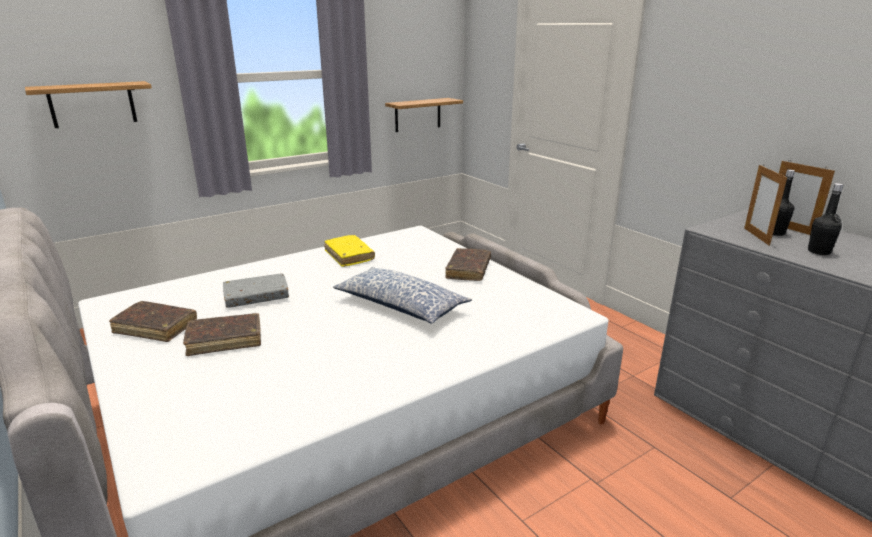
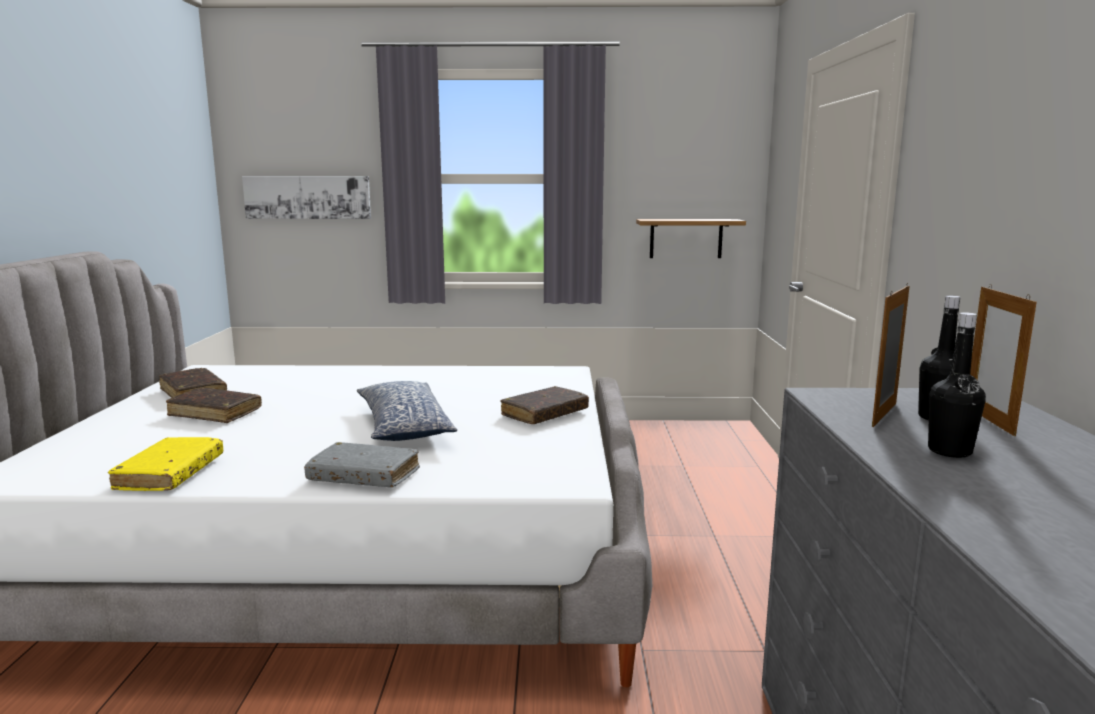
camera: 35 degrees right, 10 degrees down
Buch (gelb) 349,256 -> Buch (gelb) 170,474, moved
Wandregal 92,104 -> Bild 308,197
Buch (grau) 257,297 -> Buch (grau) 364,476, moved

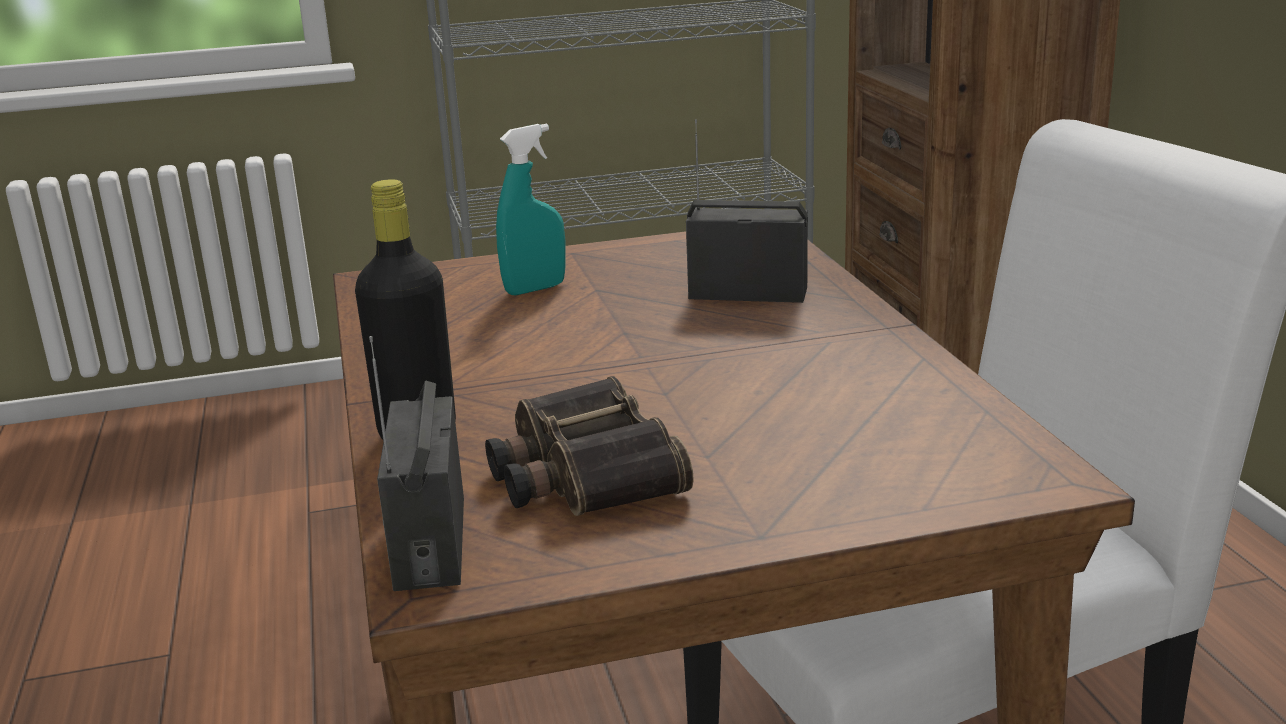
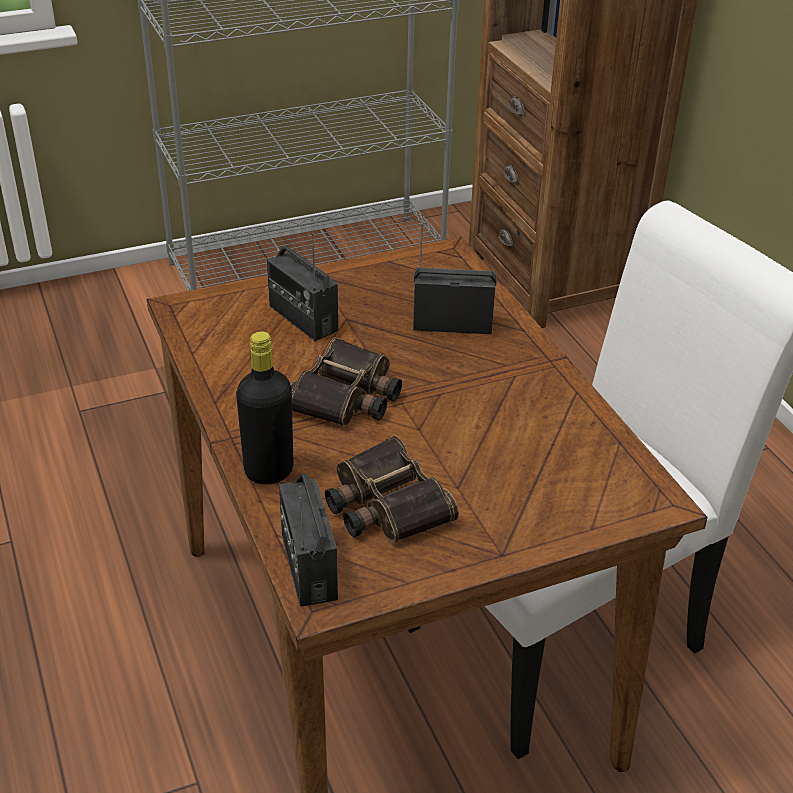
camera: 10 degrees left, 15 degrees up
Sprühflasche (türkis) 535,289 -> Radio 303,318
none -> Fernglas 347,396

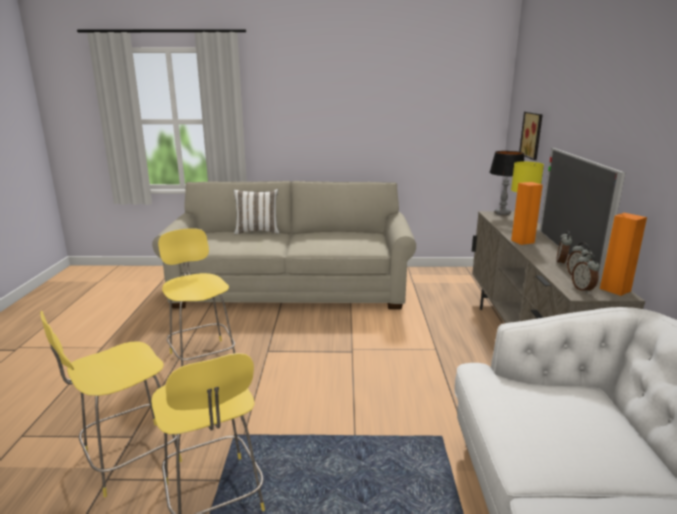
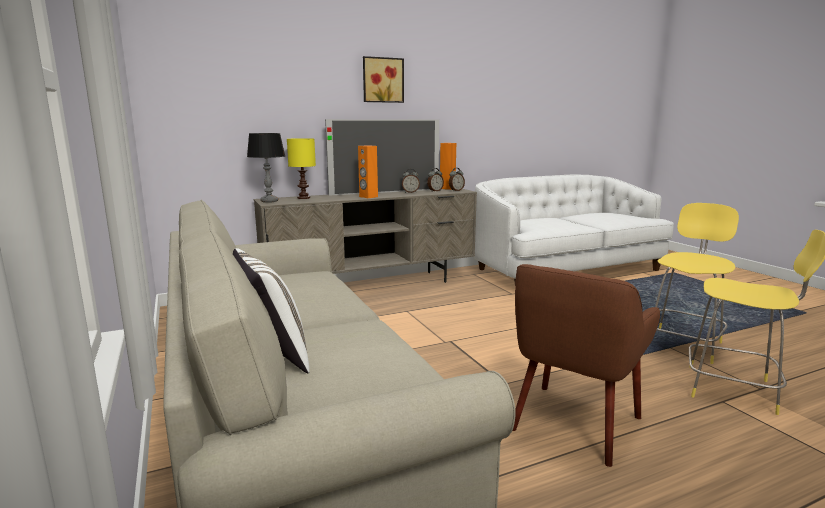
camera: 115 degrees left, 5 degrees down
Bild 533,135 -> Bild 382,80, moved
Hocker (gelb) 202,357 -> Sessel (braun) 573,423

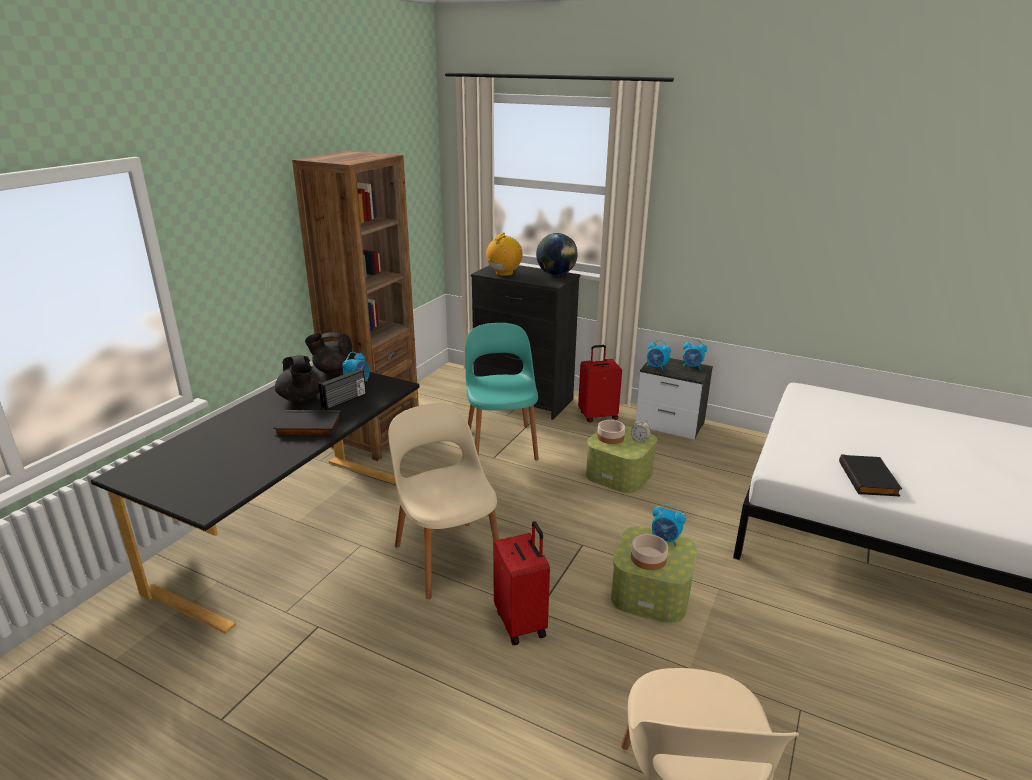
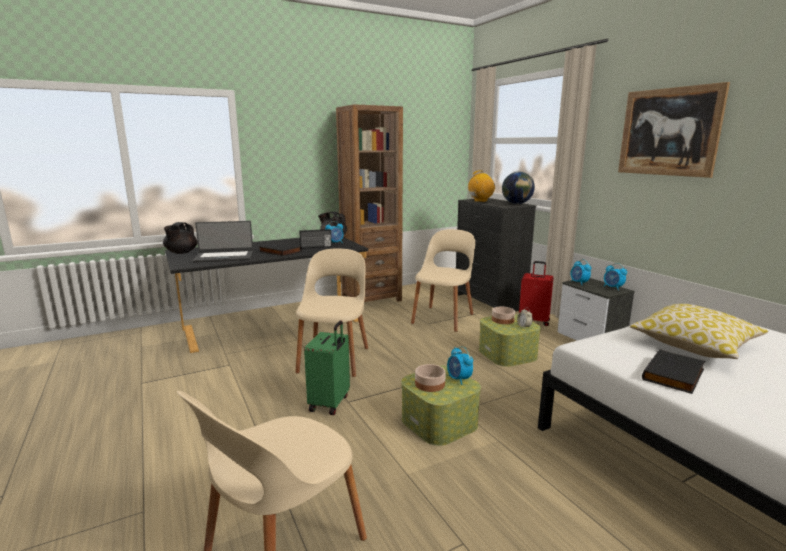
camera: 35 degrees right, 10 degrees down
Teekanne (schwarz) 301,399 -> Teekanne (schwarz) 181,252, moved
none -> Laptop 224,257
Koffer (rot) 522,623 -> Koffer (grün) 330,403
Stuhl (türkis) 501,443 -> Stuhl (beige) 443,318
none -> Bild 668,132
none -> Kissen 694,345

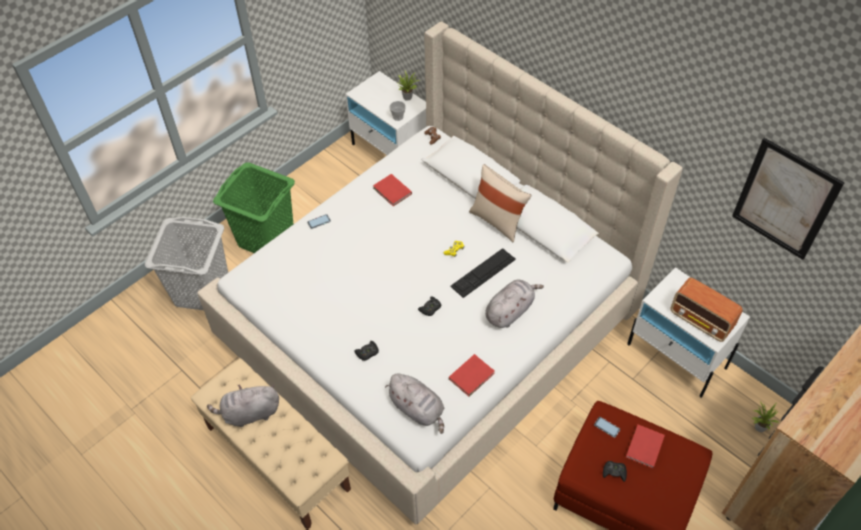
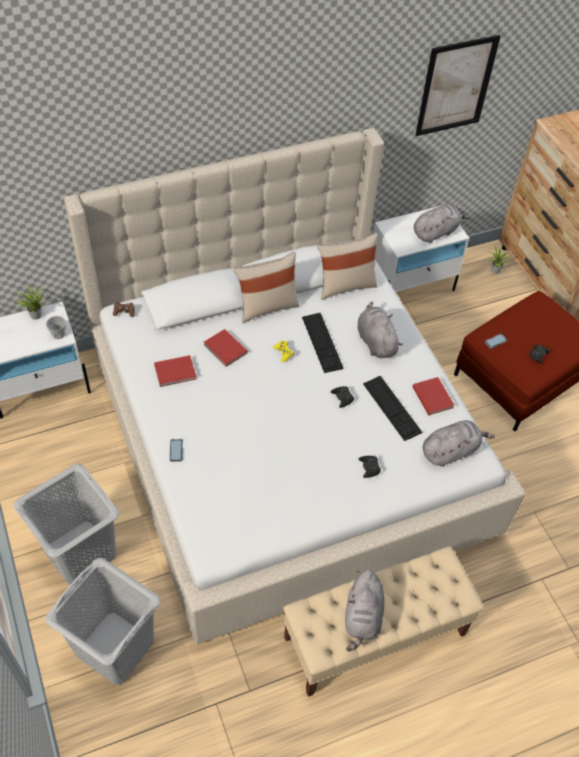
camera: 70 degrees left, 0 degrees up
Wäschekorb (grün) 266,238 -> Wäschekorb (grau) 79,552
Buch (rot) 643,447 -> Buch (rot) 225,350, moved
none -> Kissen (beige) 345,285
none -> Tastatur 392,408
Radio 701,321 -> Plüschtier (grau) 436,232

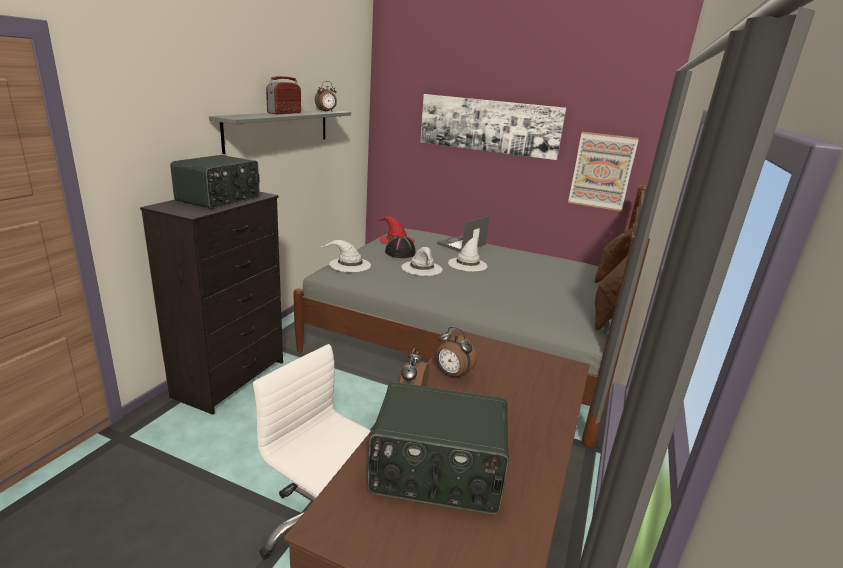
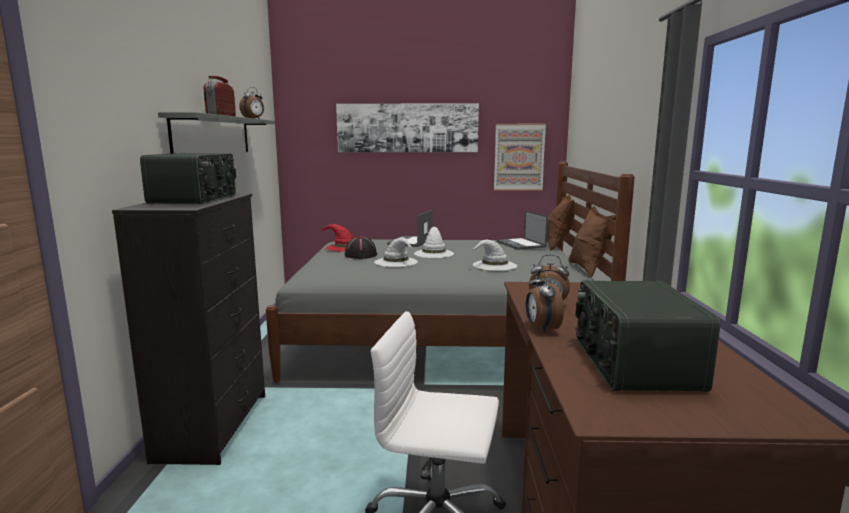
camera: 20 degrees left, 10 degrees down
Hut (weiß) 349,264 -> Hut (weiß) 494,265, moved
none -> Laptop 521,244
Radio 436,473 -> Radio 633,364, 105 degrees clockwise

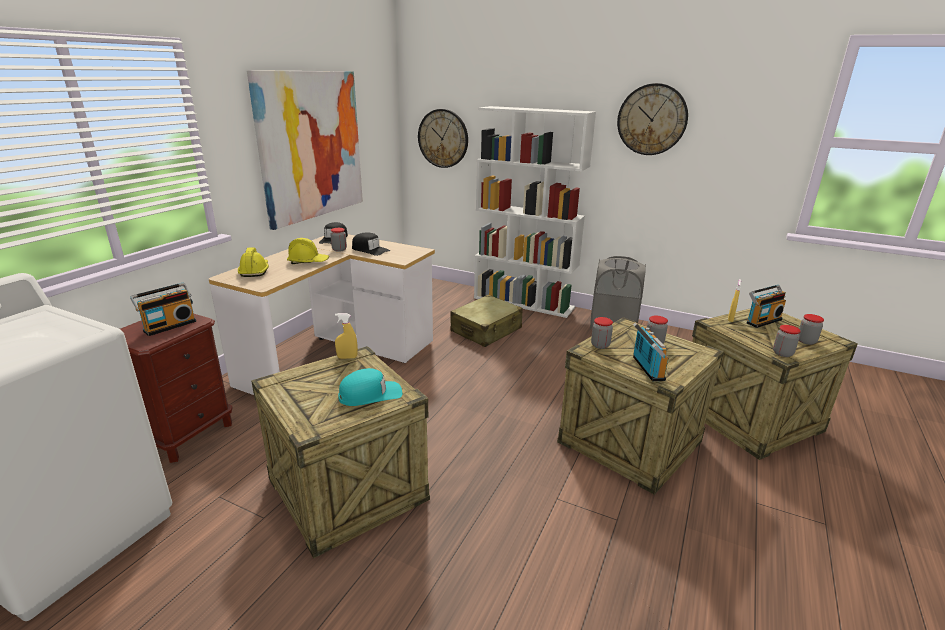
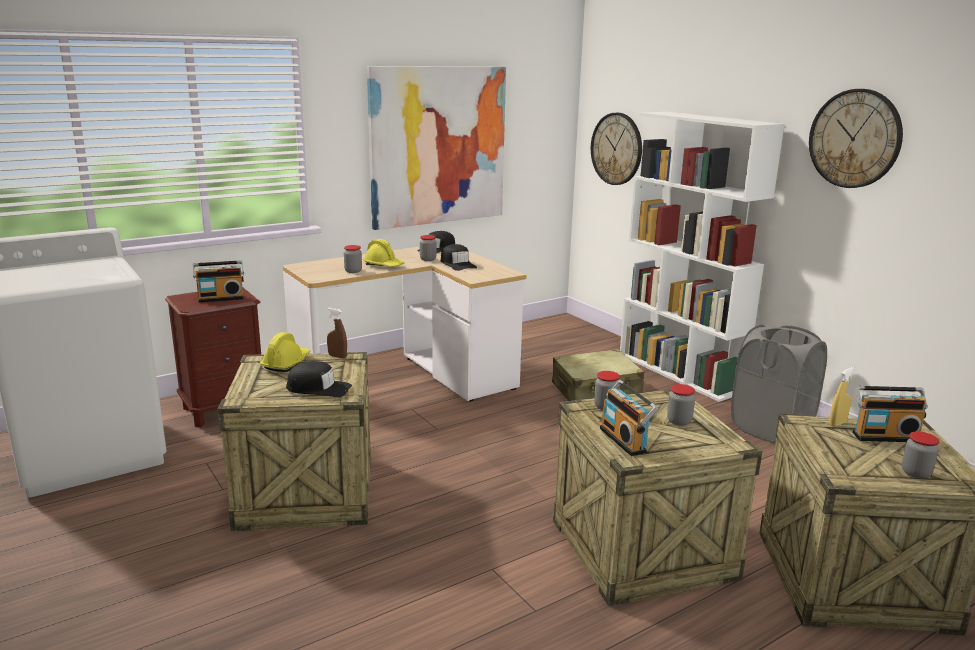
camera: 30 degrees right, 5 degrees down
Schutzhelm (gelb) 254,271 -> Schutzhelm (gelb) 286,363, moved
Kappe (türkis) 370,394 -> Kappe (schwarz) 319,388
Sprühflasche (gelb) 347,357 -> Sprühflasche (braun) 337,356
Vorratsglas 782,353 -> Vorratsglas 353,271, moved
Radio 646,368 -> Radio 625,440, 135 degrees clockwise

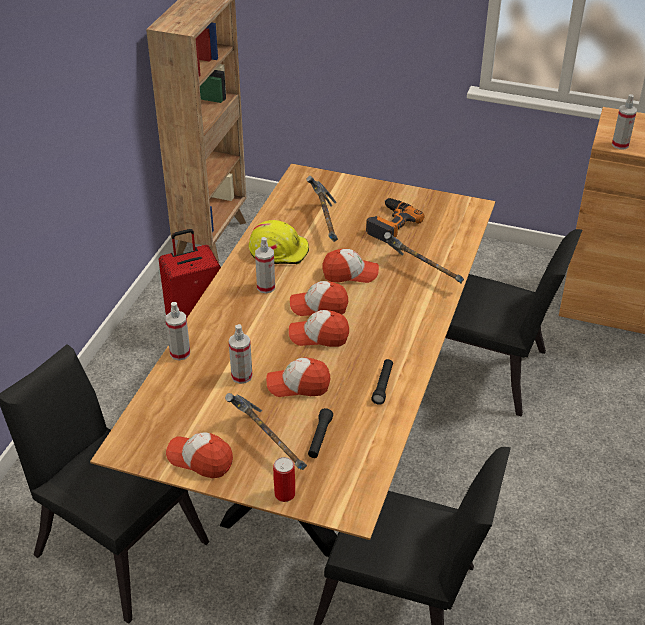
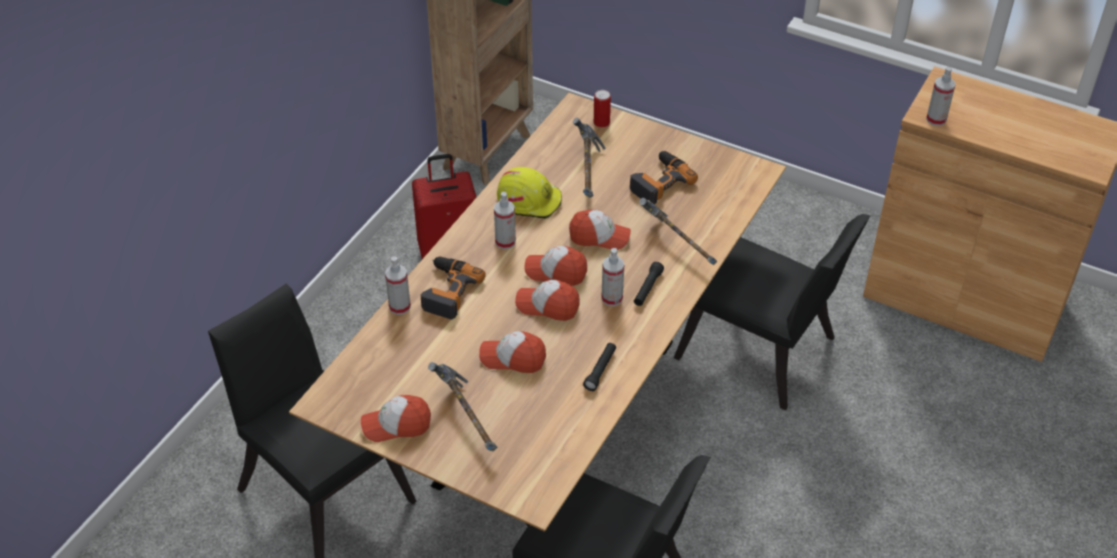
camera: 10 degrees right, 5 degrees up
Kappe 200,459 -> Kappe 396,425, 45 degrees counterclockwise
none -> Bohrmaschine 446,291
Dose 284,494 -> Dose 601,122, moved
Sprühflasche 242,376 -> Sprühflasche 612,298, moved
Taschenlampe (schwarz) 319,438 -> Taschenlampe (schwarz) 647,288, moved

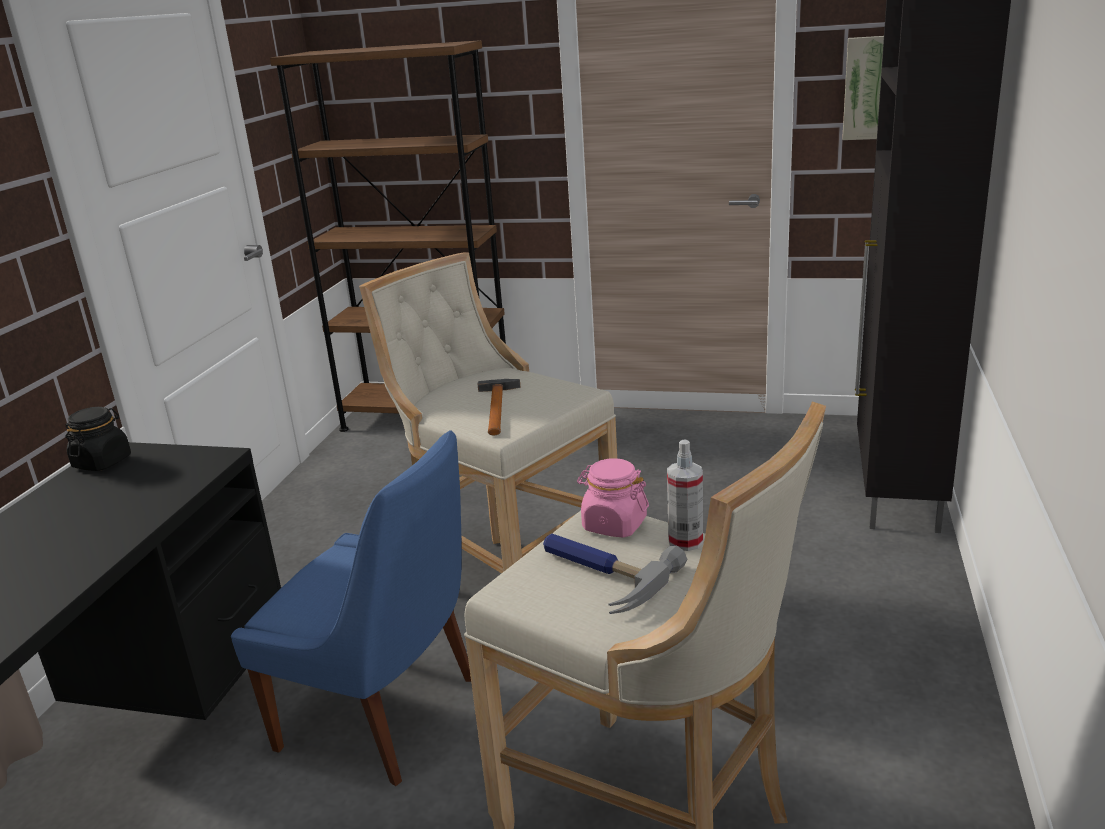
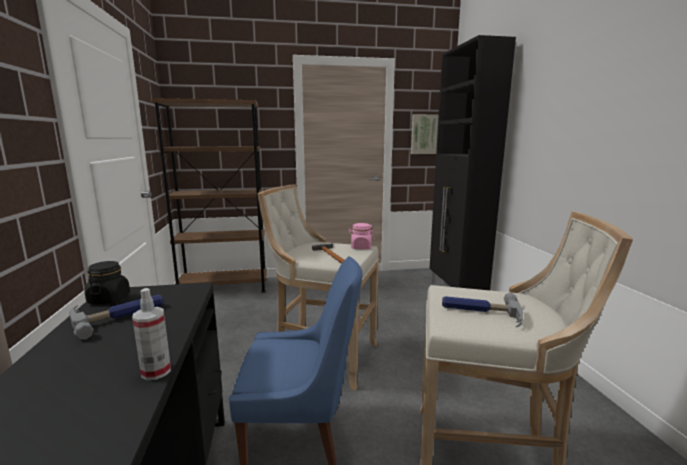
camera: 25 degrees left, 10 degrees down
none -> Hammer 119,316
Sprühflasche 685,541 -> Sprühflasche 156,371, moved
Vorratsglas (rosa) 614,524 -> Vorratsglas (rosa) 361,247, moved

